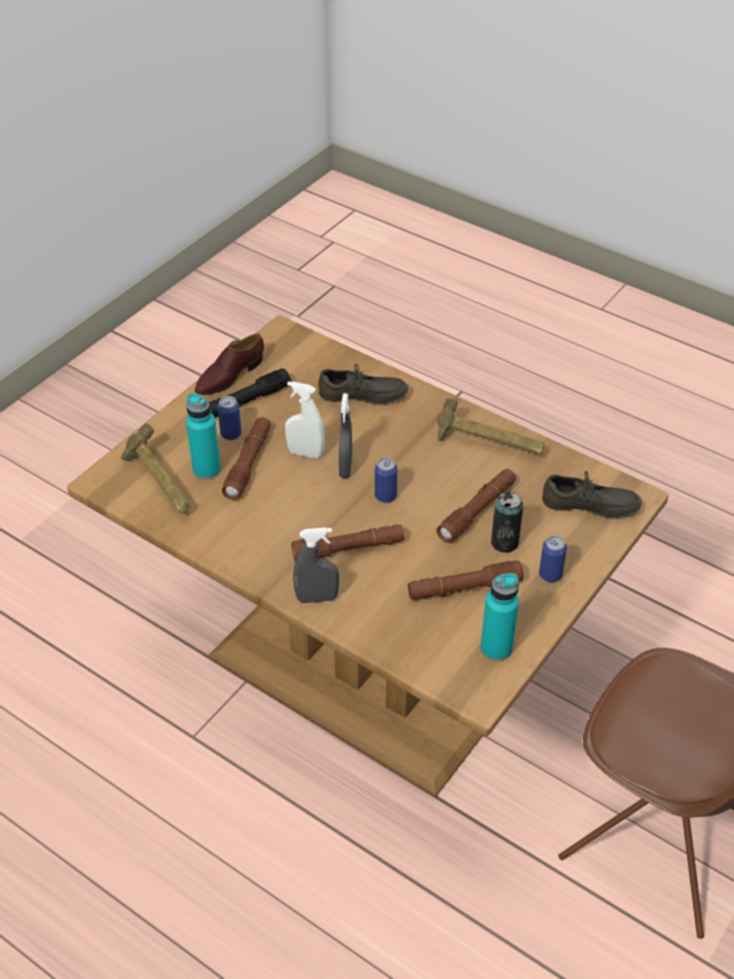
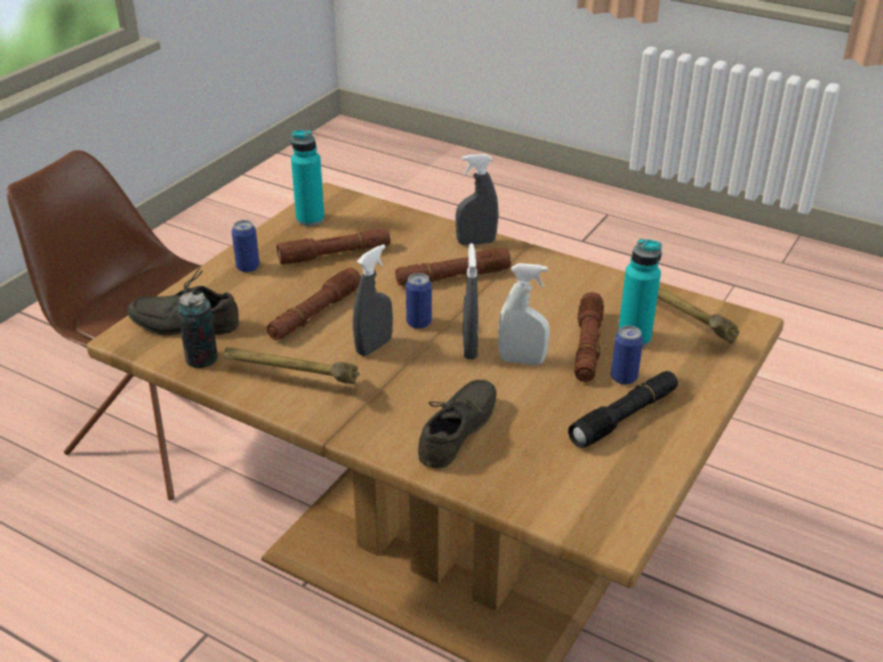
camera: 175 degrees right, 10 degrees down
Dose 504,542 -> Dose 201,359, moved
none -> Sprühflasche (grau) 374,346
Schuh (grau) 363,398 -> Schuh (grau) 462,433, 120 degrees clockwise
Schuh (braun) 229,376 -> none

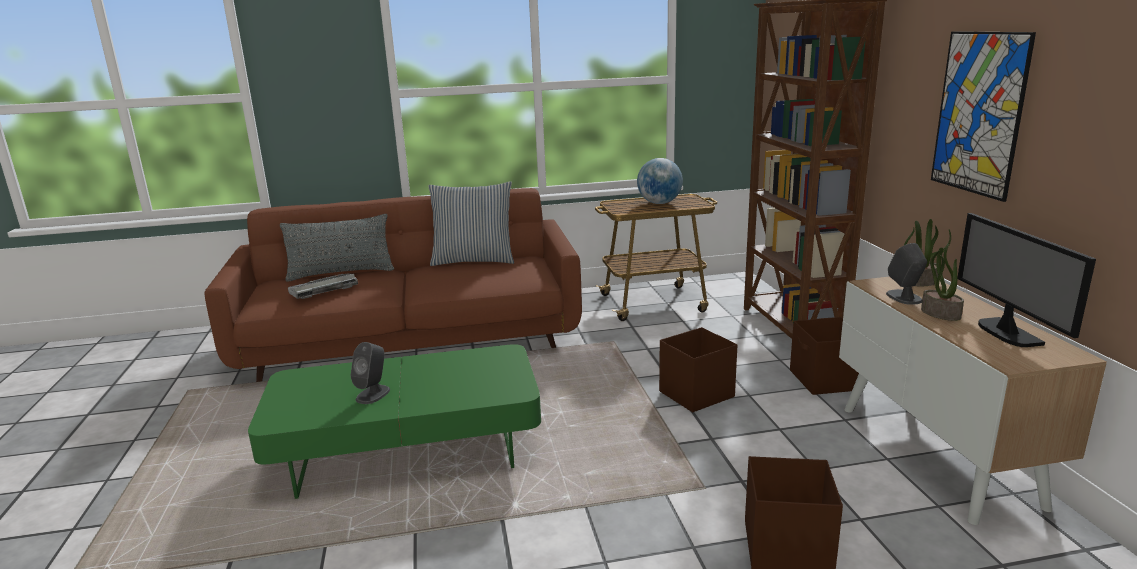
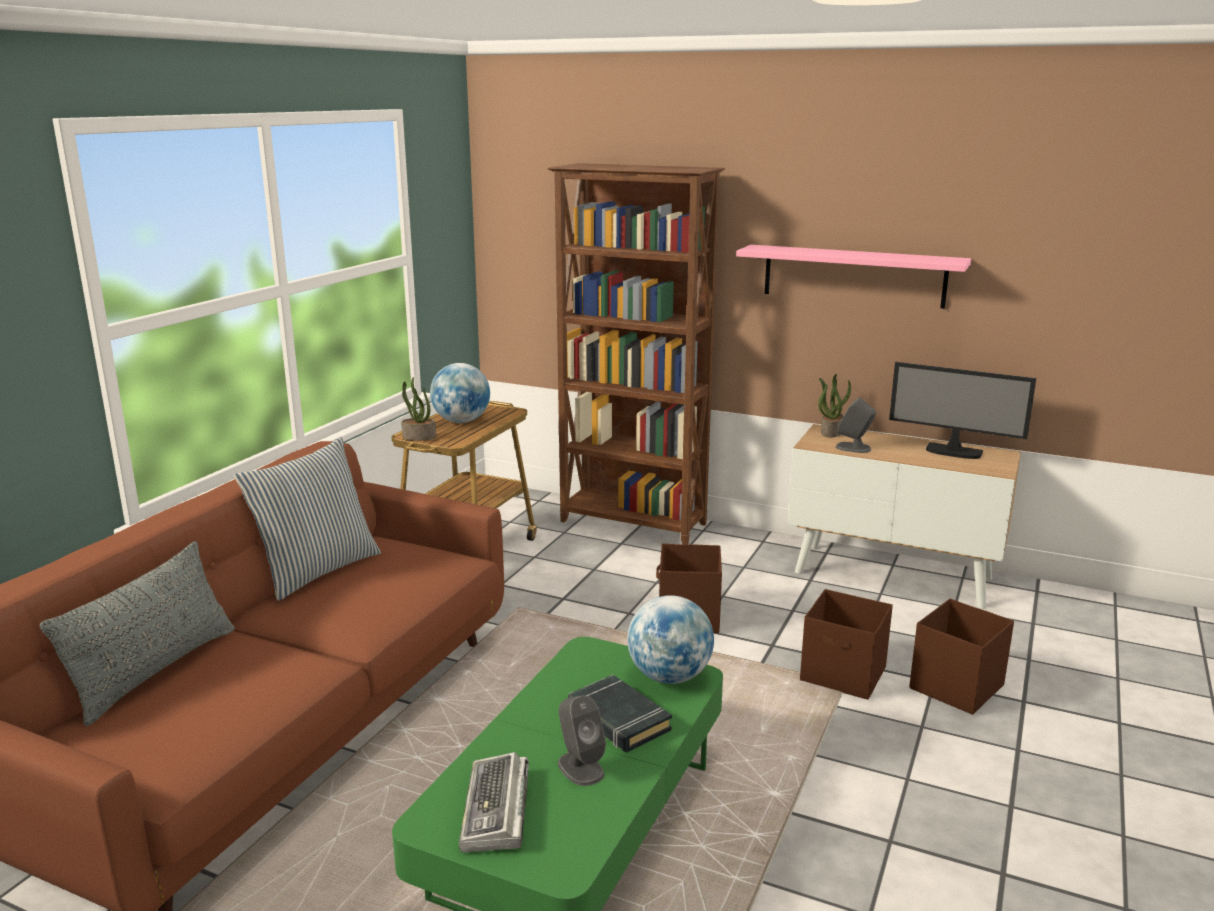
camera: 55 degrees left, 0 degrees up
Topfpflanze 939,314 -> Topfpflanze 418,437, moved
Tastatur 323,290 -> Tastatur 496,811, moved
none -> Buch (schwarz) 618,720
none -> Globus 669,677
Bild 979,113 -> Wandregal (rosa) 853,276
Aufbewahrungsbox (braun) 824,381 -> Aufbewahrungsbox (braun) 844,675, moved

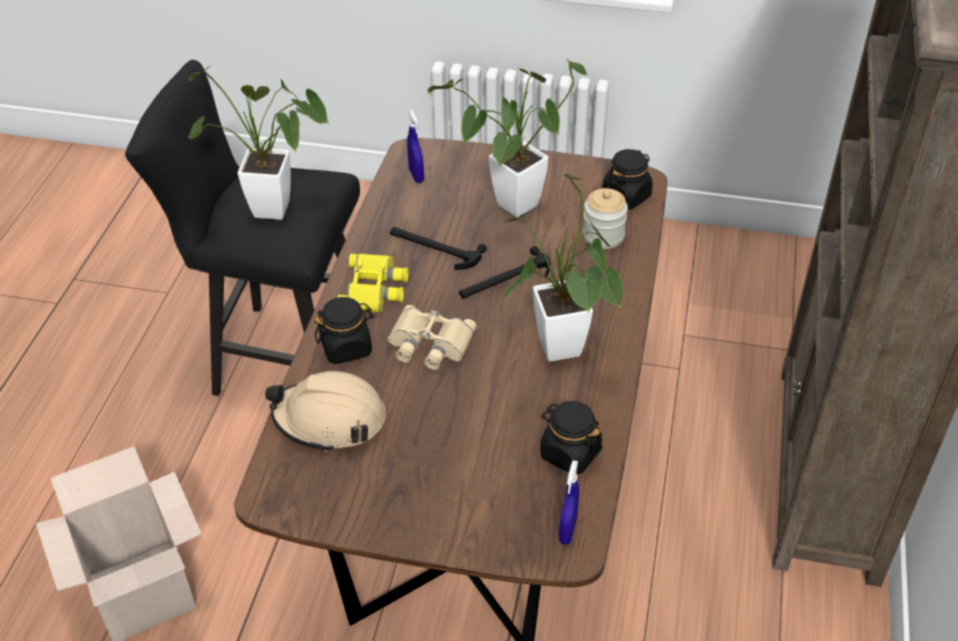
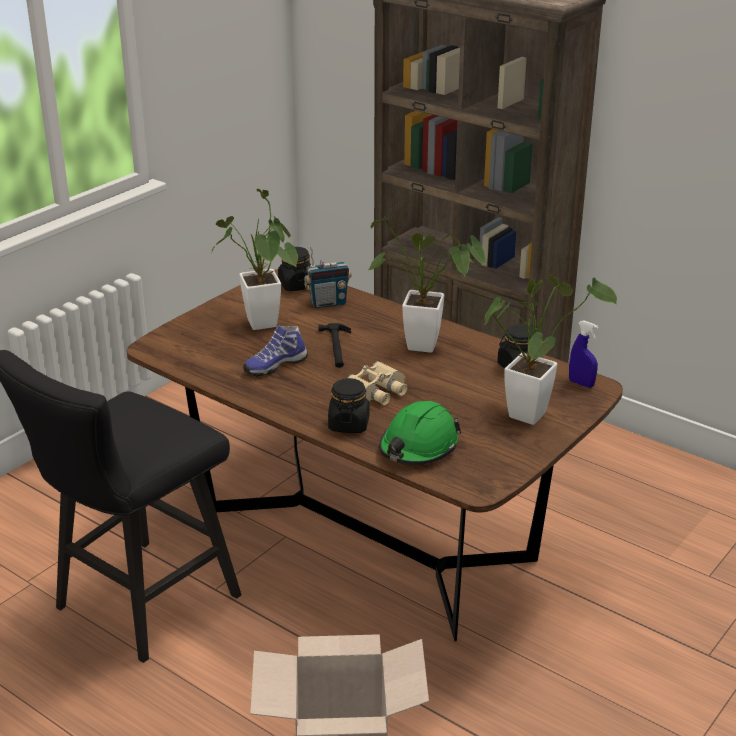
camera: 65 degrees left, 15 degrees down
Hammer 434,248 -> Schuh 275,365
Vorratsglas 603,236 -> Radio 328,303
Schutzhelm (beige) 330,419 -> Schutzhelm (grün) 418,447
Topfpflanze 281,211 -> Topfpflanze 531,411, moved
Fernglas (gelb) 375,288 -> none
Sprühflasche (blau) 416,175 -> none

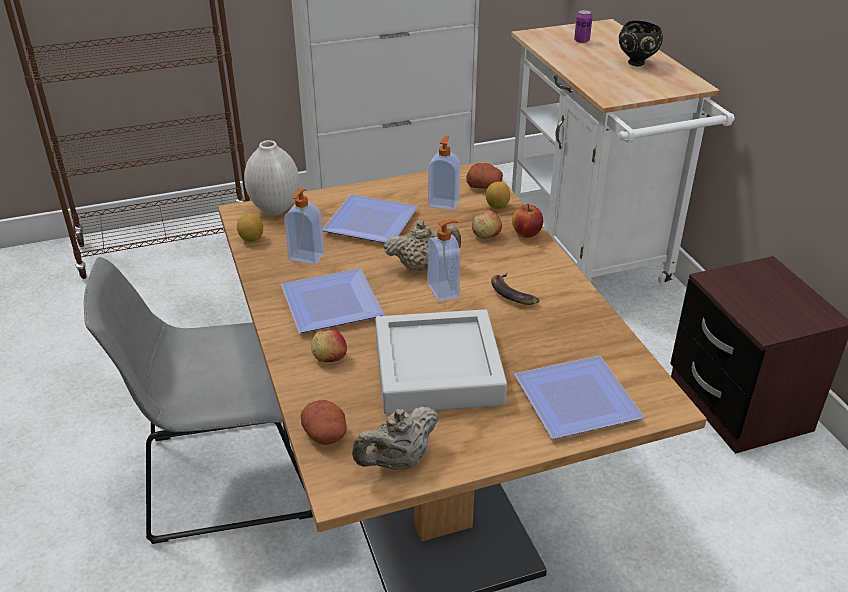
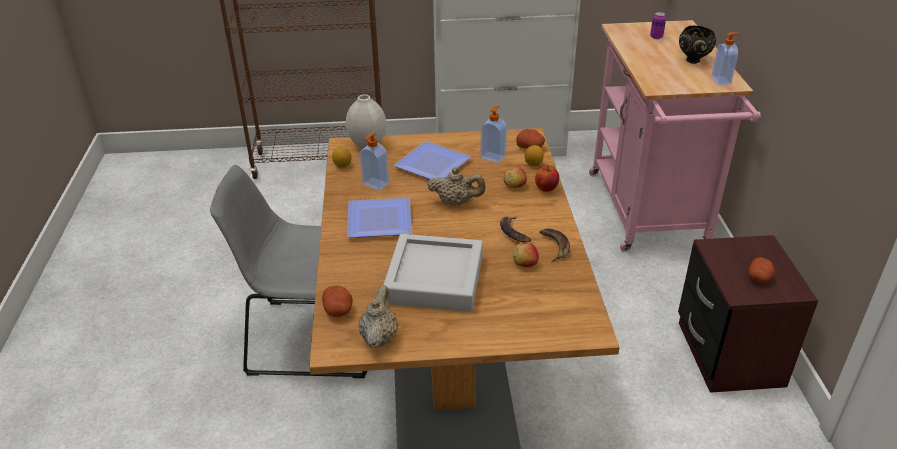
camera: 15 degrees right, 0 degrees up
Teekanne (beige) 397,461 -> Teekanne (beige) 379,337, 120 degrees clockwise
Apfel 329,357 -> Apfel 524,263, moved
none -> Banane 554,246
Rollwagen (weiß) 591,255 -> Rollwagen (rosa) 649,215
Seifenspender 444,291 -> Seifenspender 721,80, moved
none -> Kartoffel 759,278
Teller 574,403 -> none

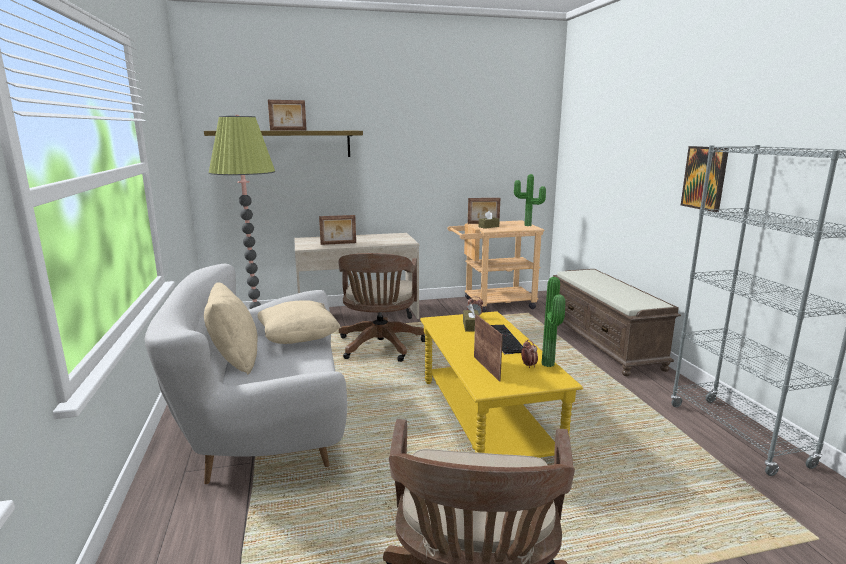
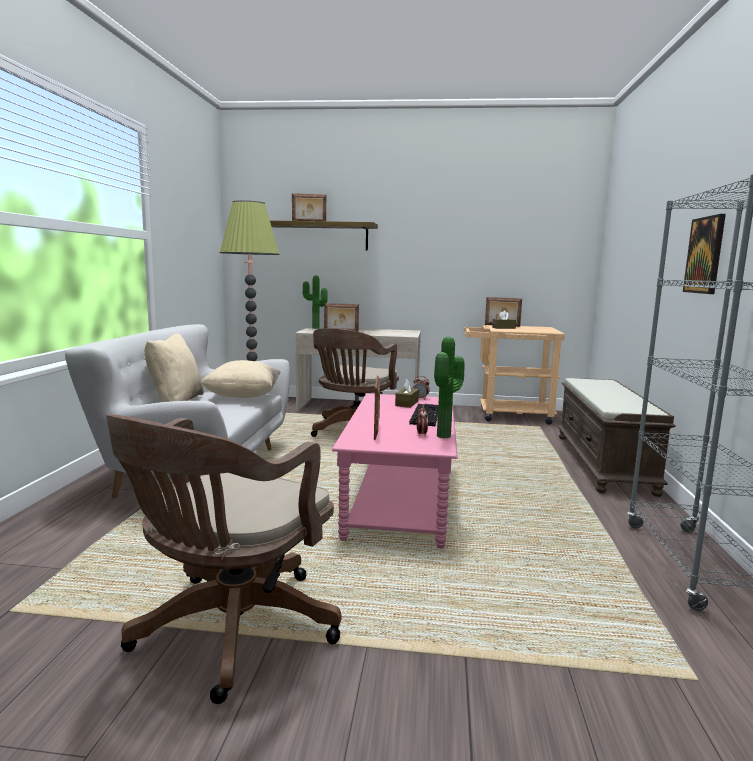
camera: 20 degrees right, 5 degrees down
Topfpflanze 527,225 -> Topfpflanze 314,328, moved
Couchtisch (gelb) 486,418 -> Couchtisch (rosa) 400,499

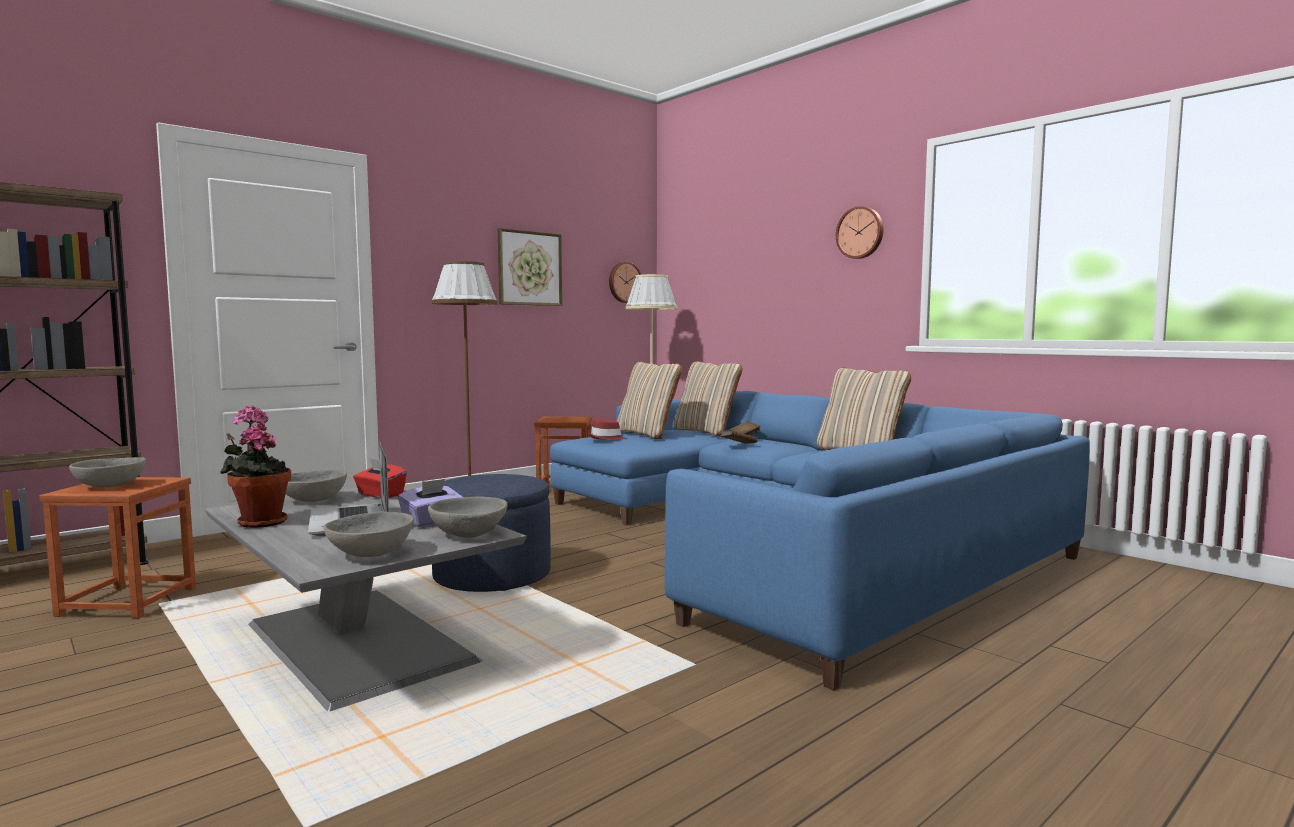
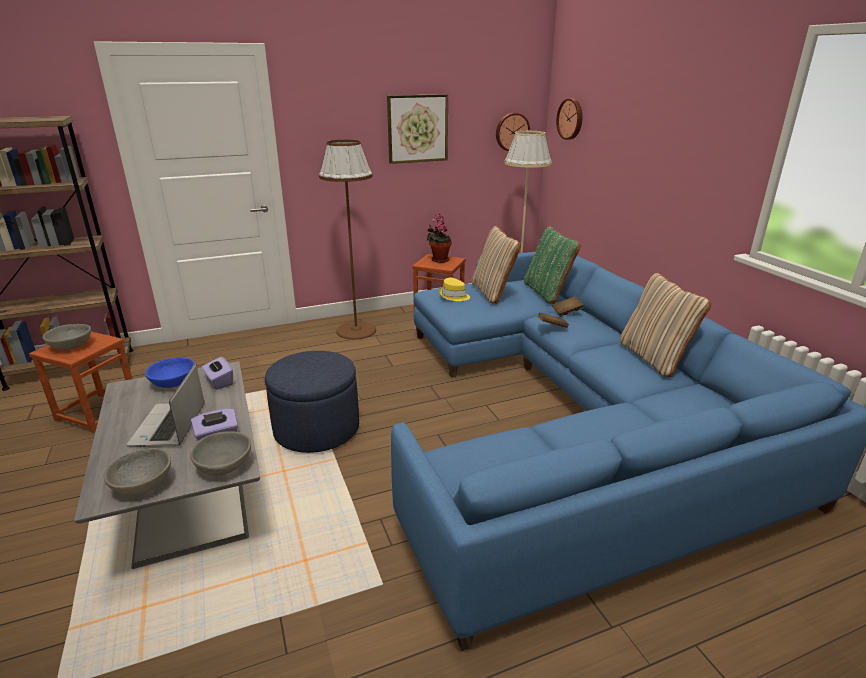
camera: 20 degrees right, 20 degrees up
Schüssel (grau) 313,500 -> Schüssel (blau) 174,382
Taschentuchbox (rot) 380,495 -> Taschentuchbox (lila) 219,382
Topfpflanze 259,522 -> Topfpflanze 439,259, moved
Hut (rot) 606,438 -> Hut (gelb) 454,296
Kissen (beige) 706,432 -> Kissen (grün) 547,292
Wanduhr 860,232 -> Wanduhr 571,119, moved

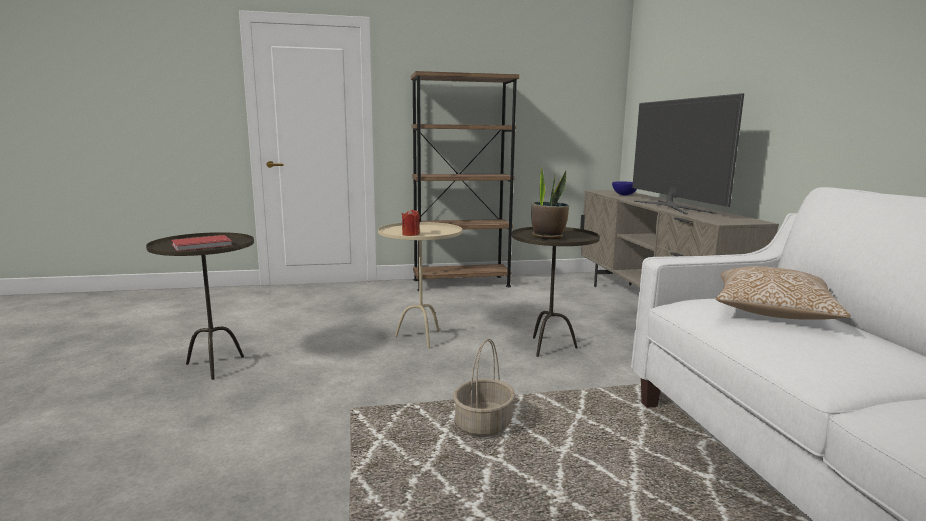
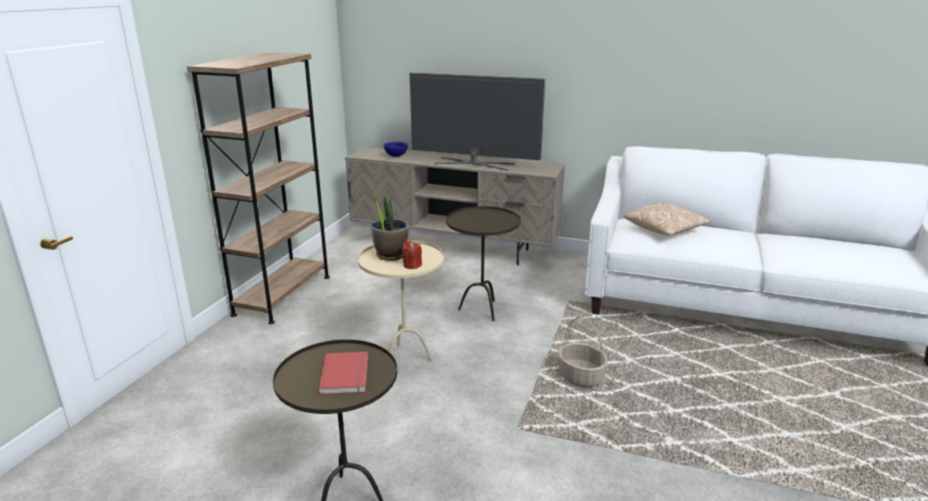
camera: 60 degrees left, 10 degrees up
Topfpflanze 548,237 -> Topfpflanze 390,255, moved

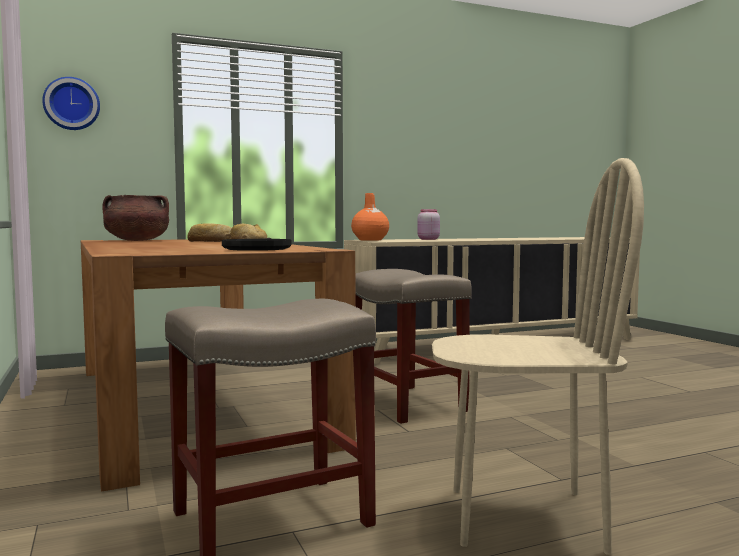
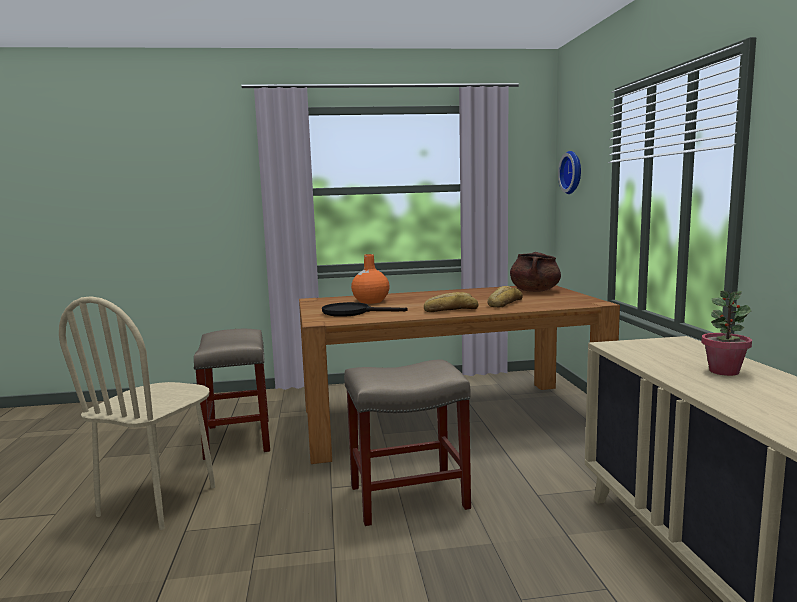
camera: 105 degrees right, 5 degrees up
Vase (orange) 370,240 -> Vase (orange) 370,301, moved
Vorratsglas (rosa) 427,239 -> Topfpflanze 724,371

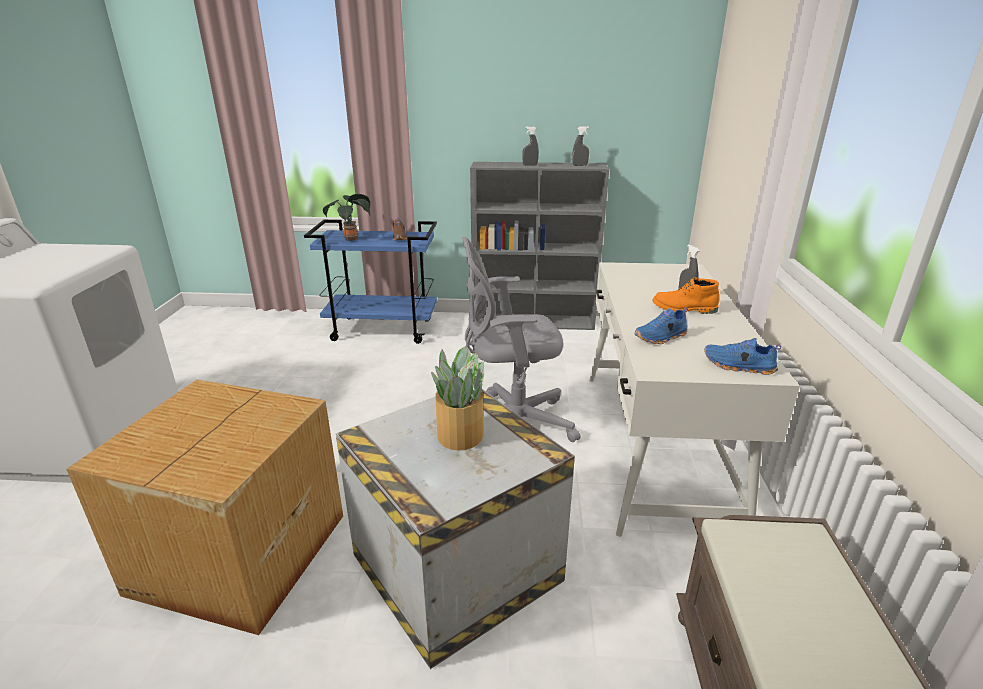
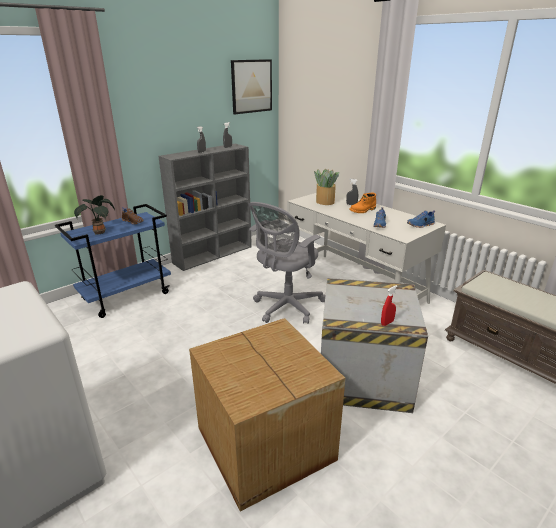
camera: 45 degrees left, 0 degrees up
none -> Bild 251,86
Topfpflanze 461,434 -> Topfpflanze 325,202, moved
none -> Sprühflasche (rot) 387,323

